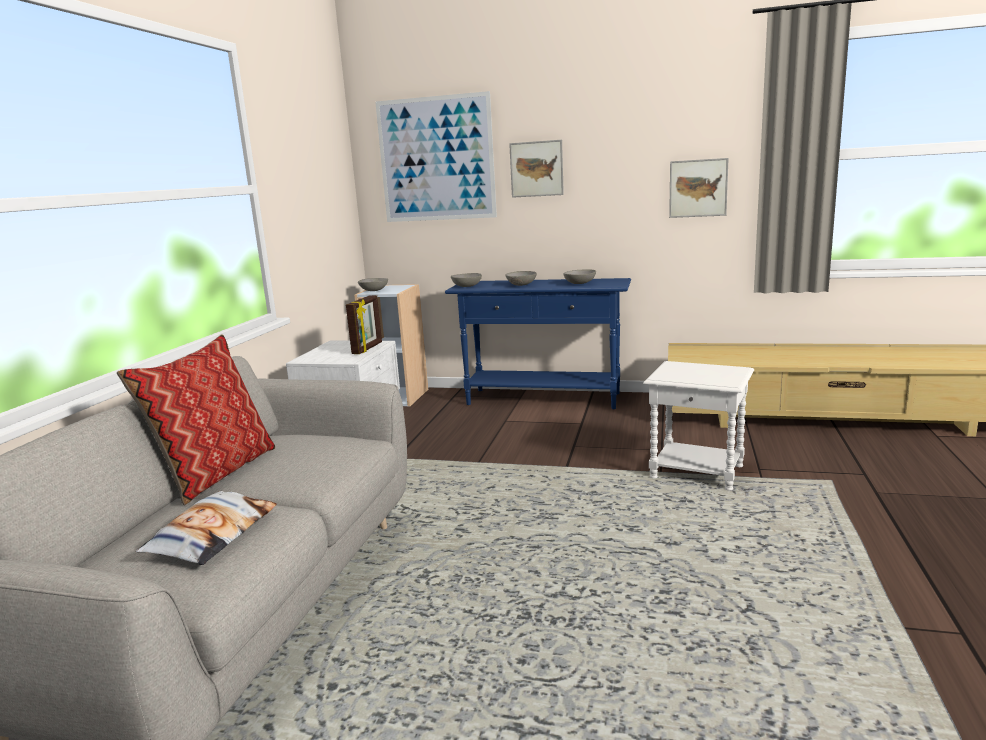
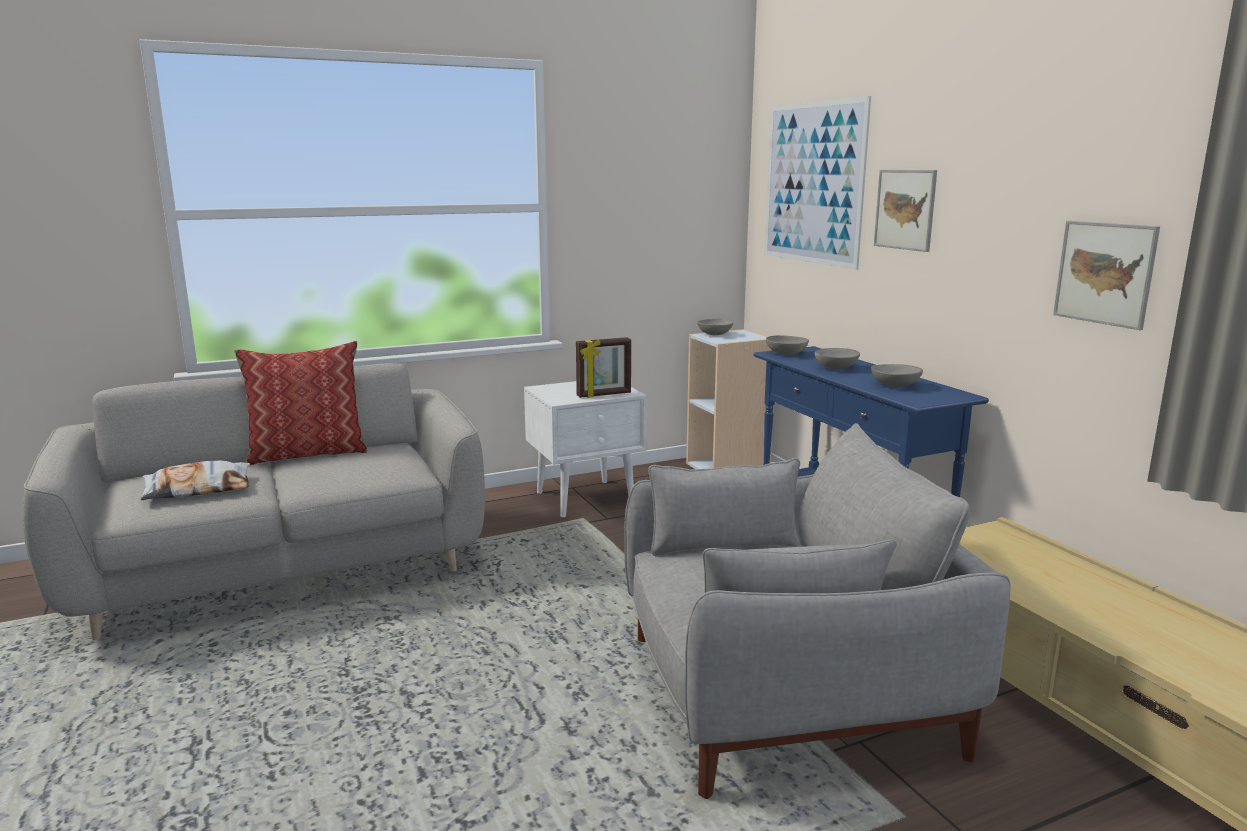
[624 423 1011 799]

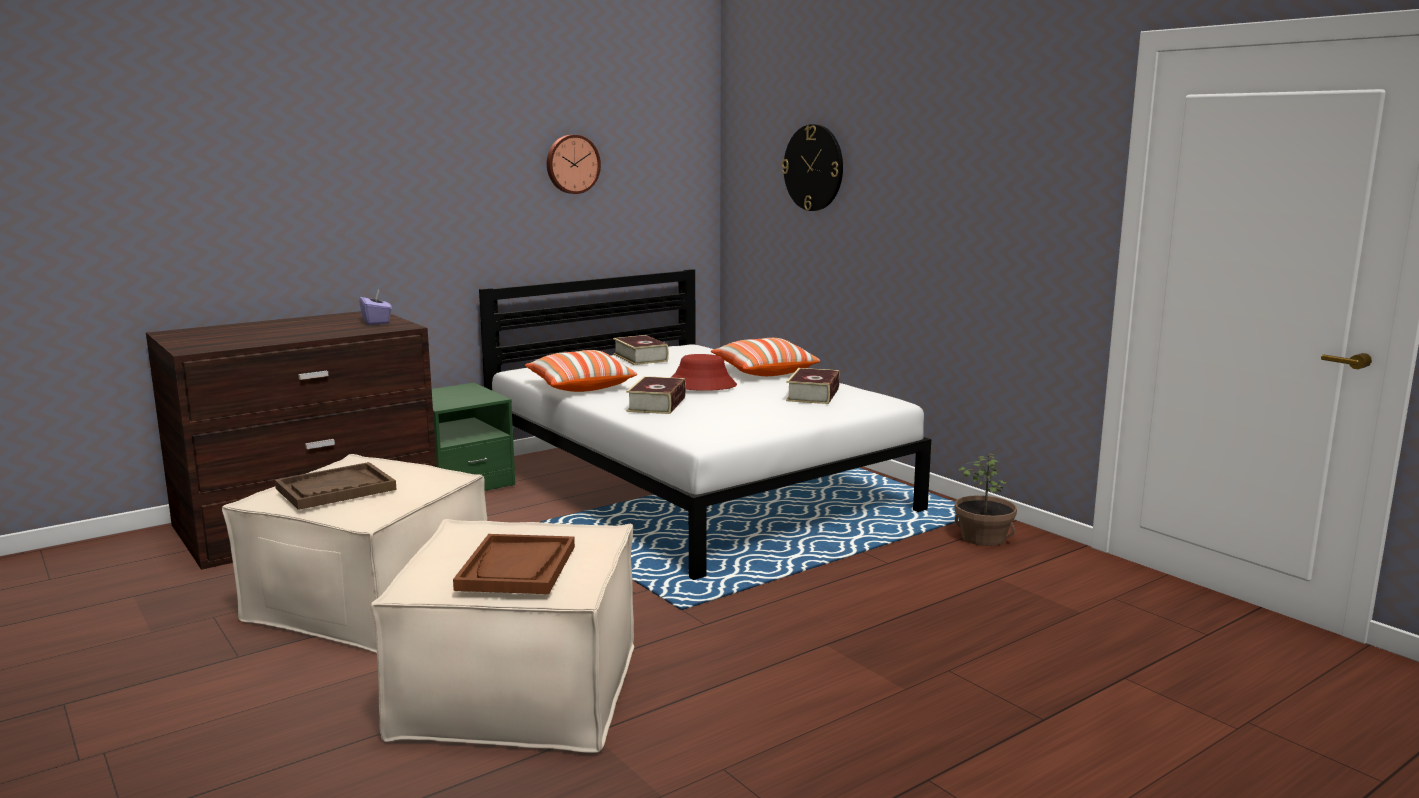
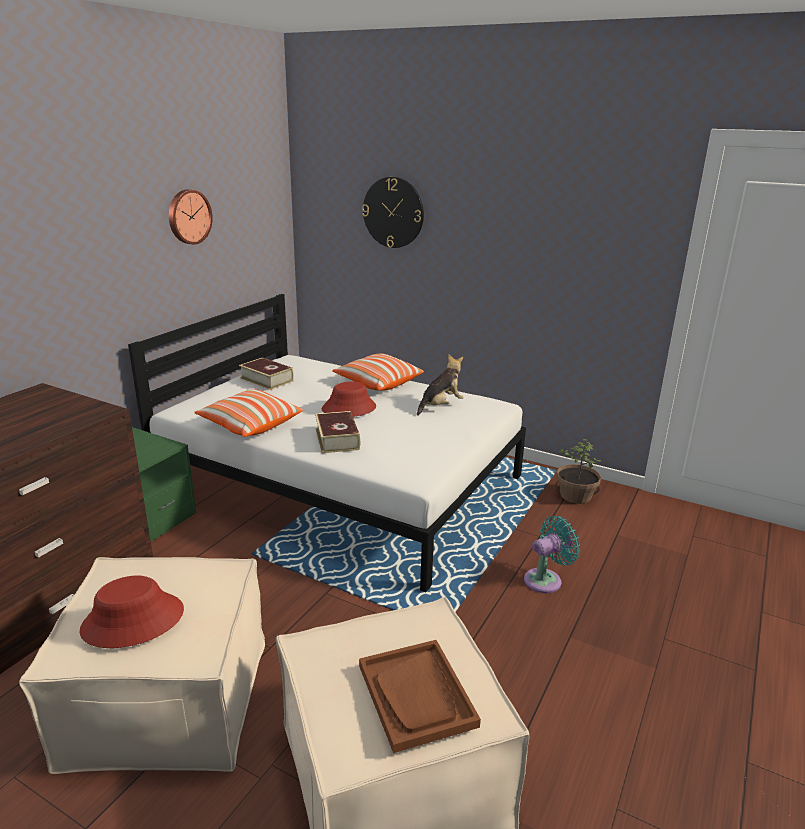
[80 575 184 648]
[417 354 464 416]
[524 516 580 593]
[359 290 392 325] (first image)

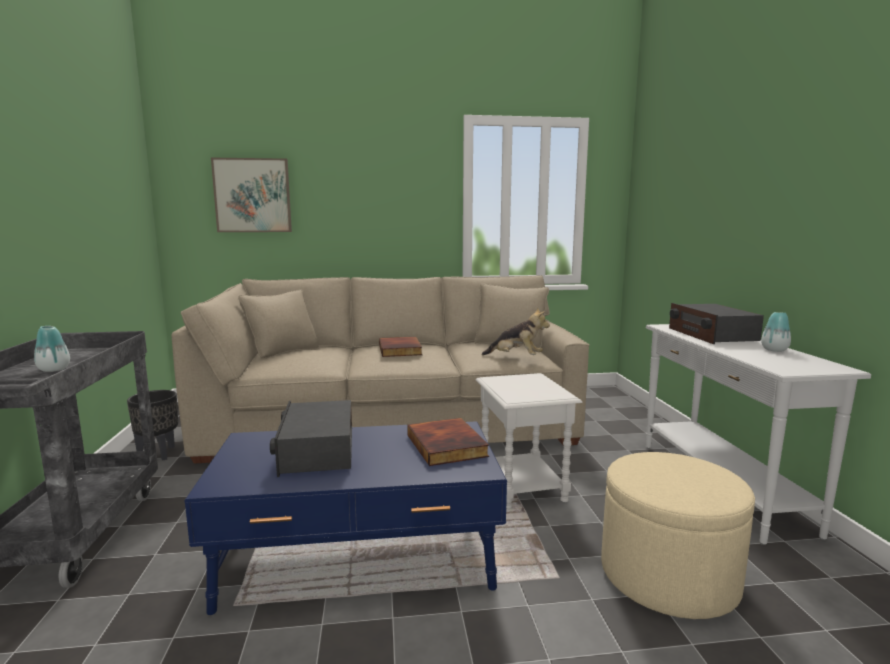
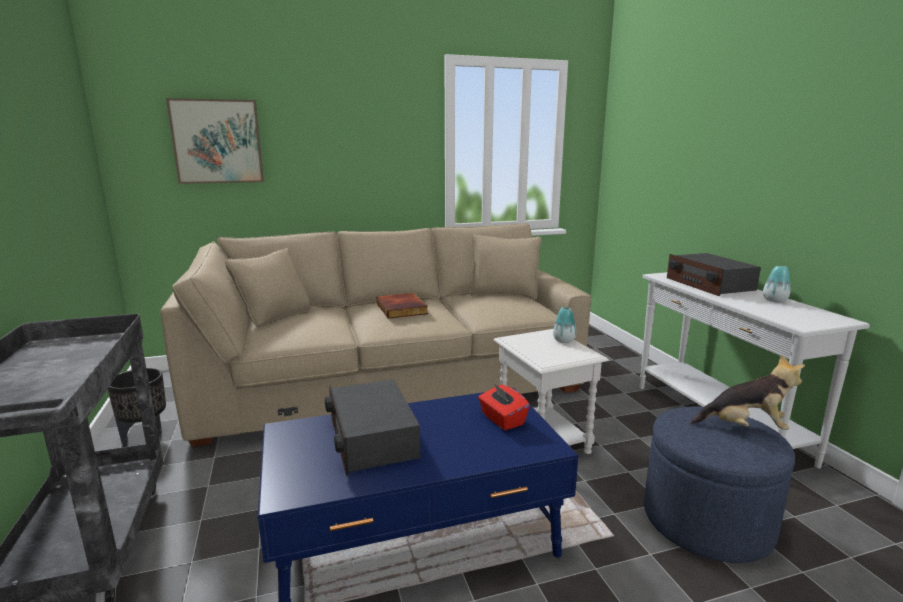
[478 383 530 430]
[553 307 576 343]
[644 407 795 563]
[690 354 805 430]

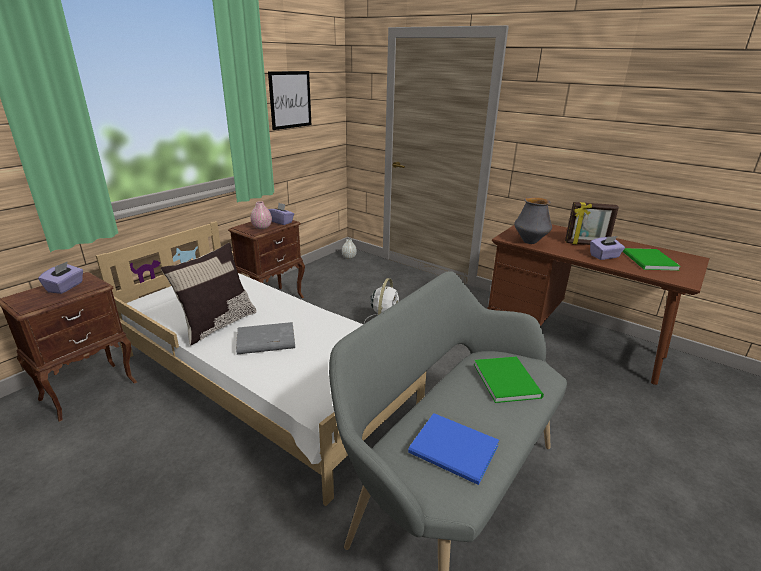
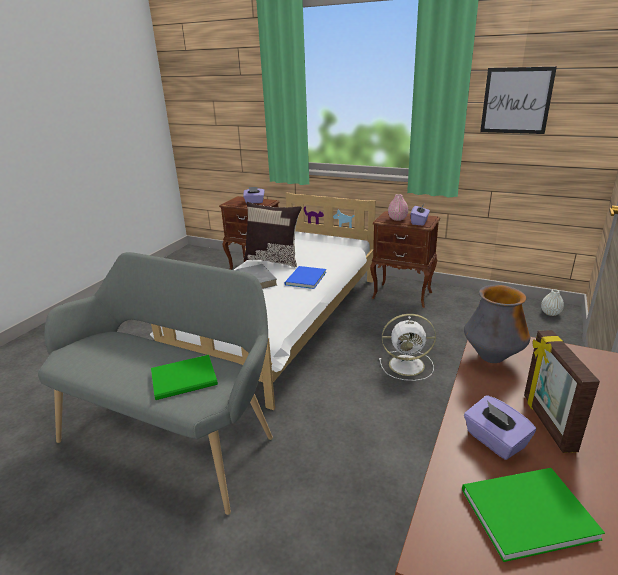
[285 266 326 289]

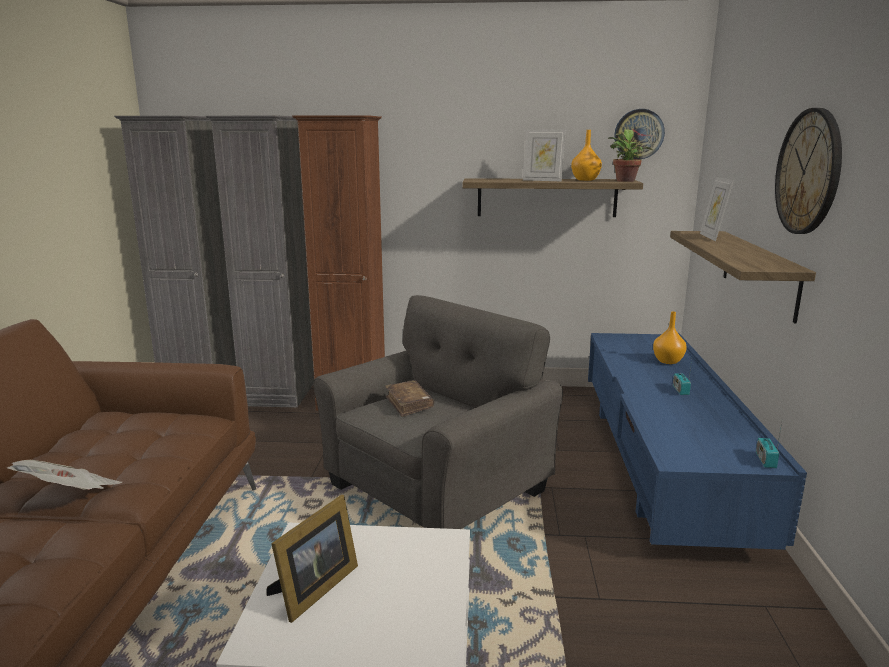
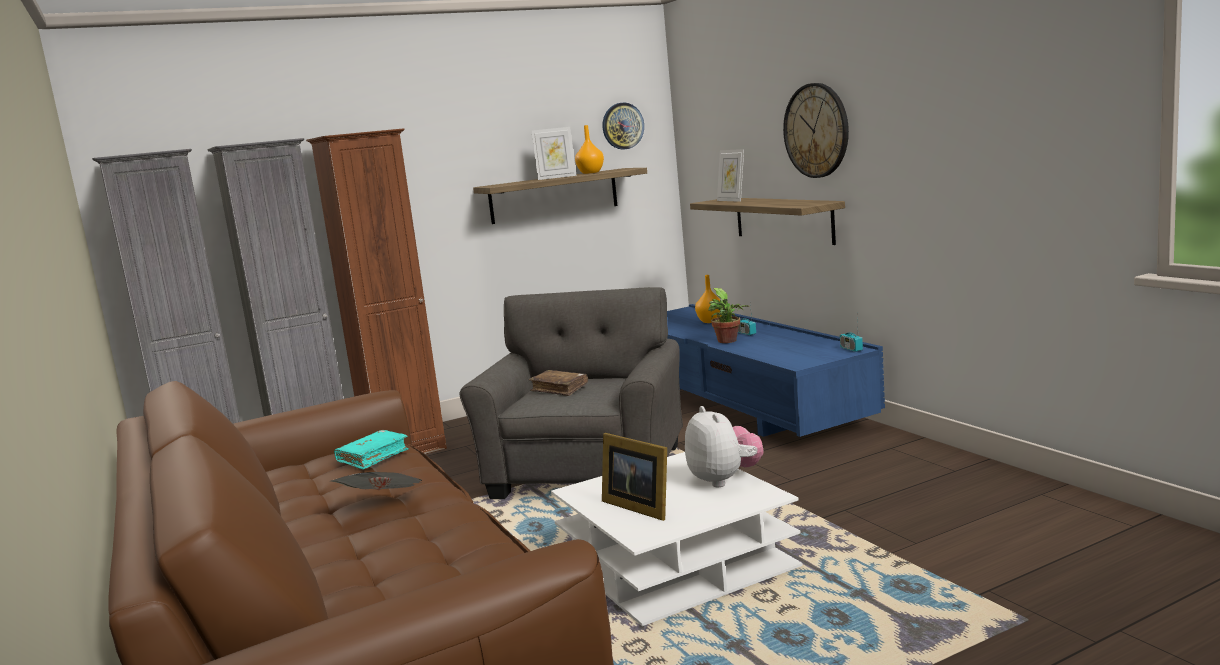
[334 430 409 470]
[602 433 667 521]
[685 406 763 487]
[708 288 750 343]

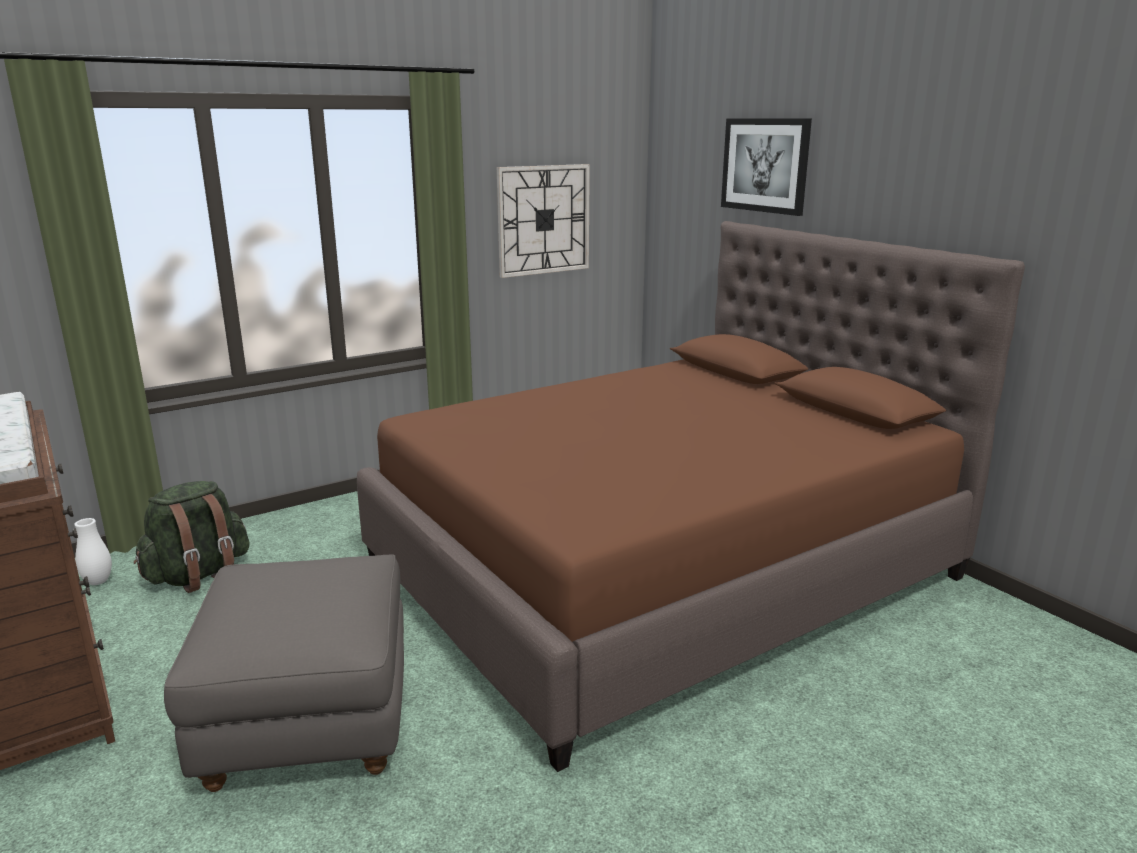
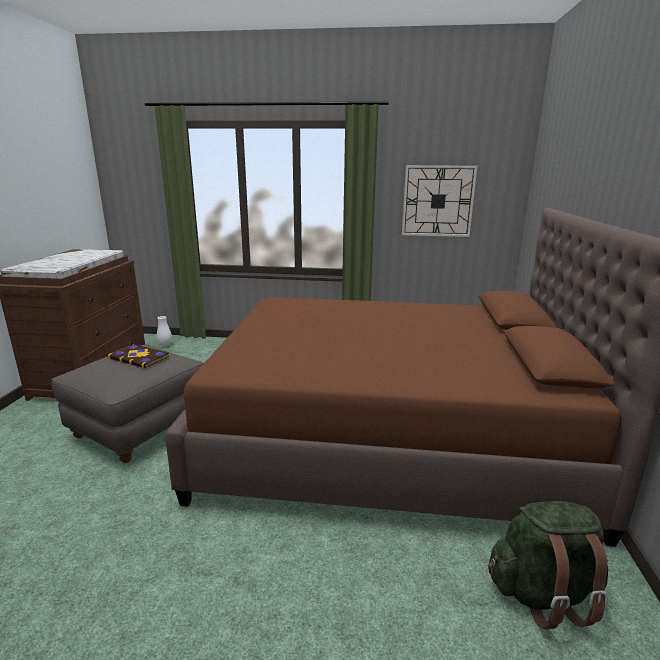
[108 344 169 368]
[488 501 608 629]
[721 118 812 216] (first image)

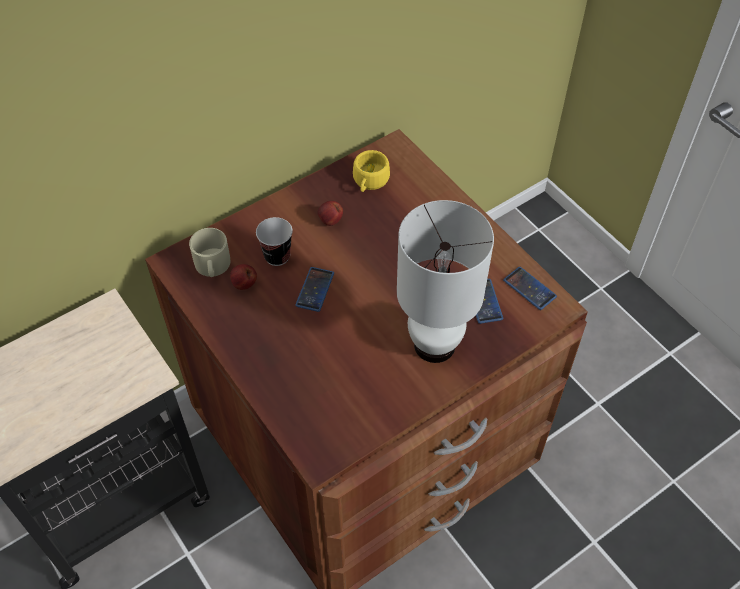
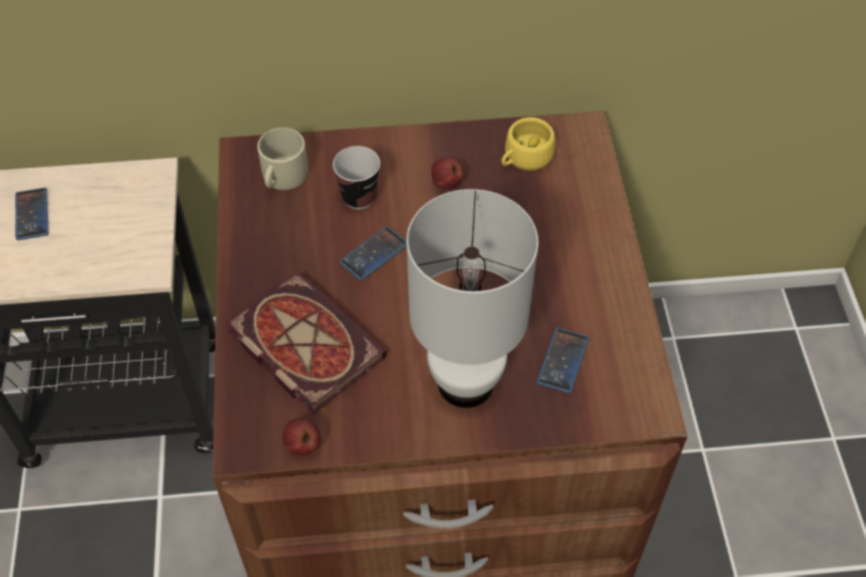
[15 188 48 240]
[227 272 387 414]
[283 418 321 456]

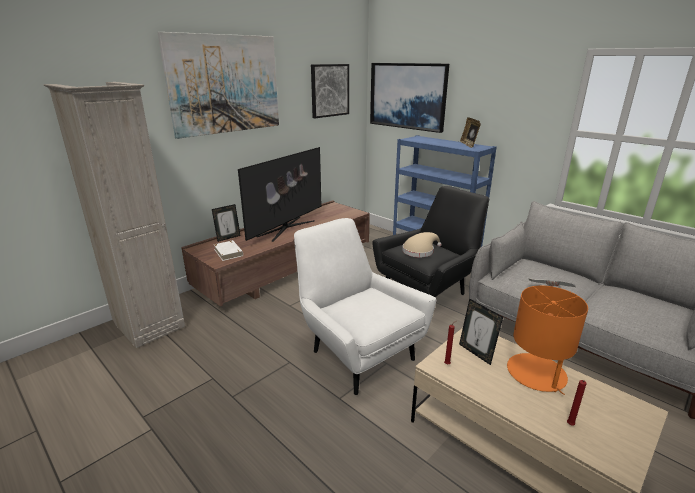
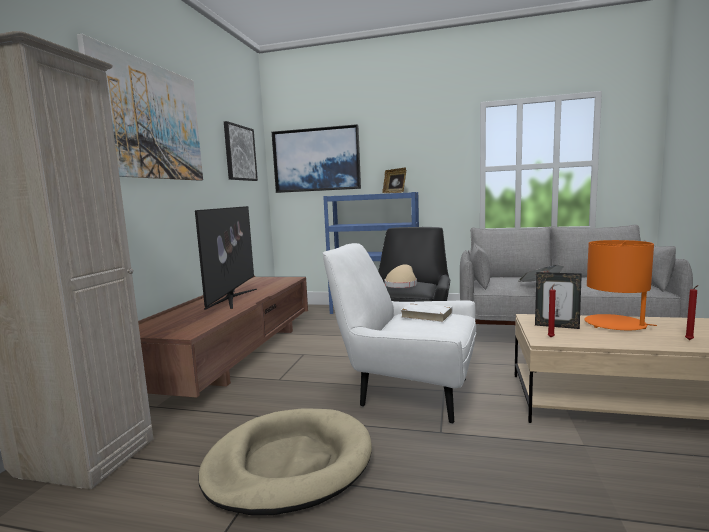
[198 408 372 516]
[400 303 453 322]
[212 204 241 242] (first image)

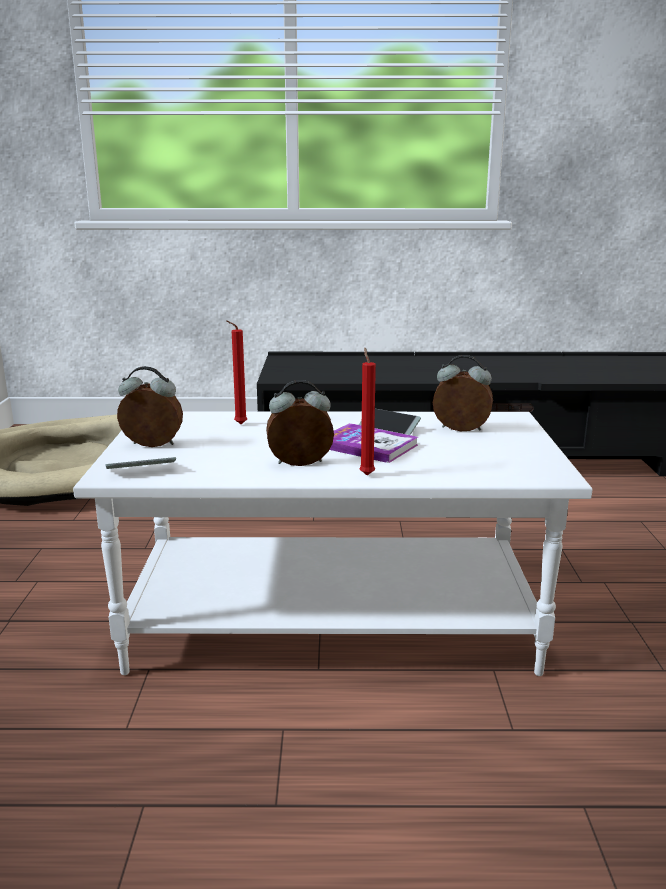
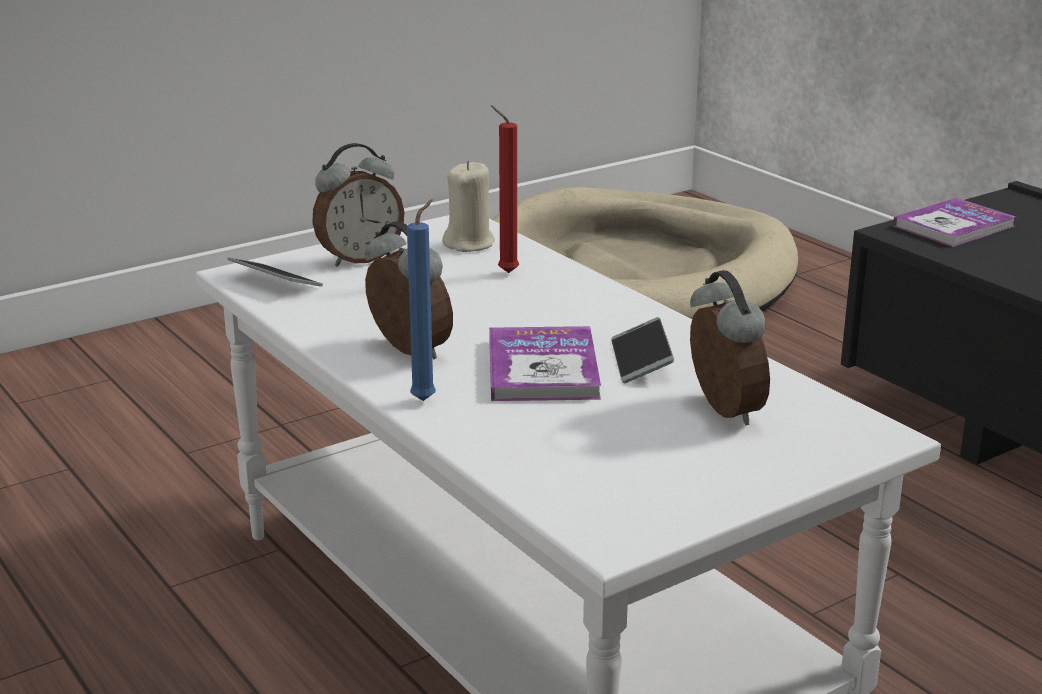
[312 143 404 267]
[407 199 436 401]
[442 161 495 252]
[893 198 1016 247]

